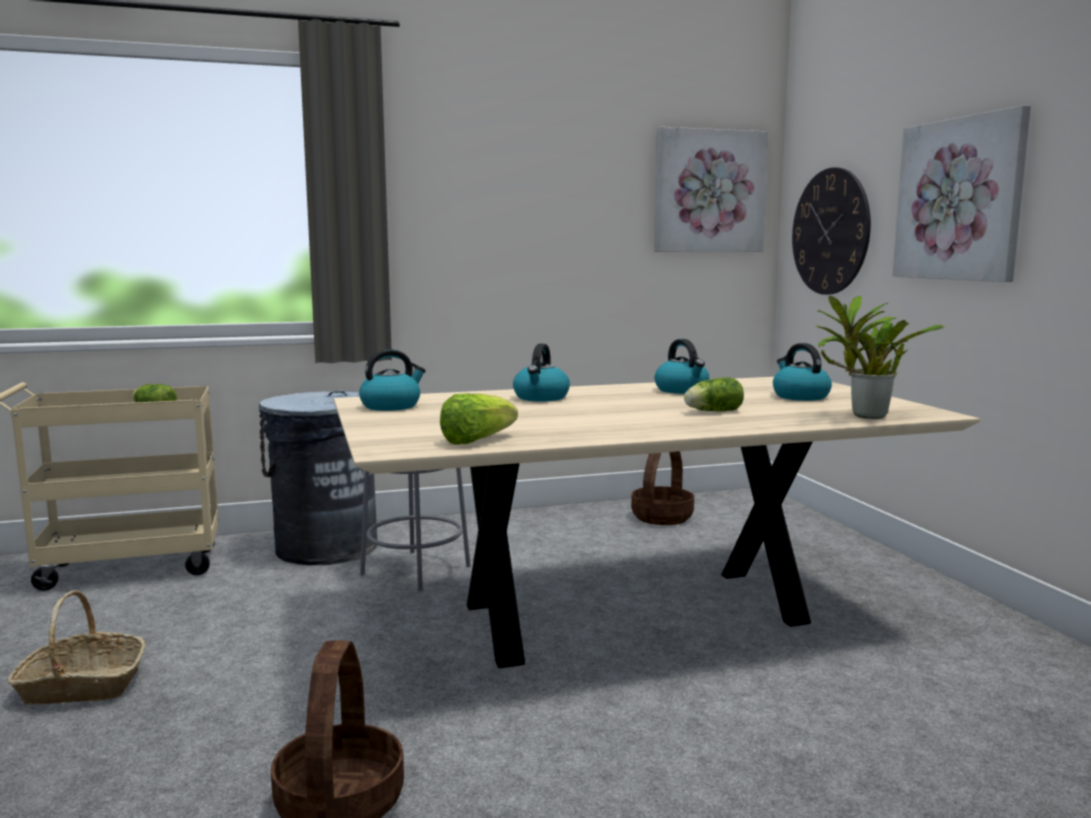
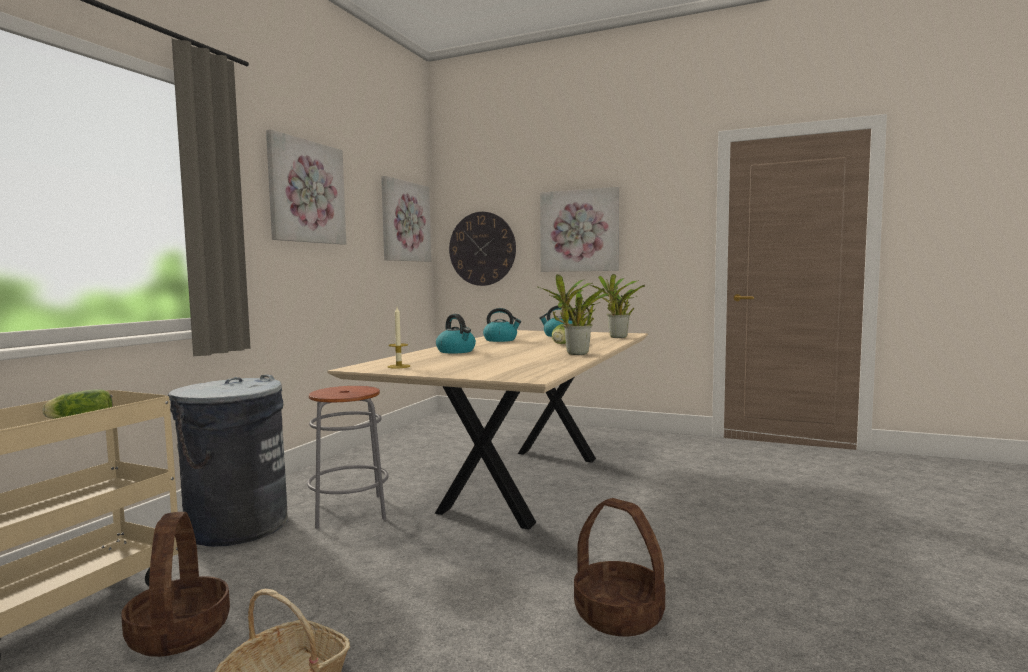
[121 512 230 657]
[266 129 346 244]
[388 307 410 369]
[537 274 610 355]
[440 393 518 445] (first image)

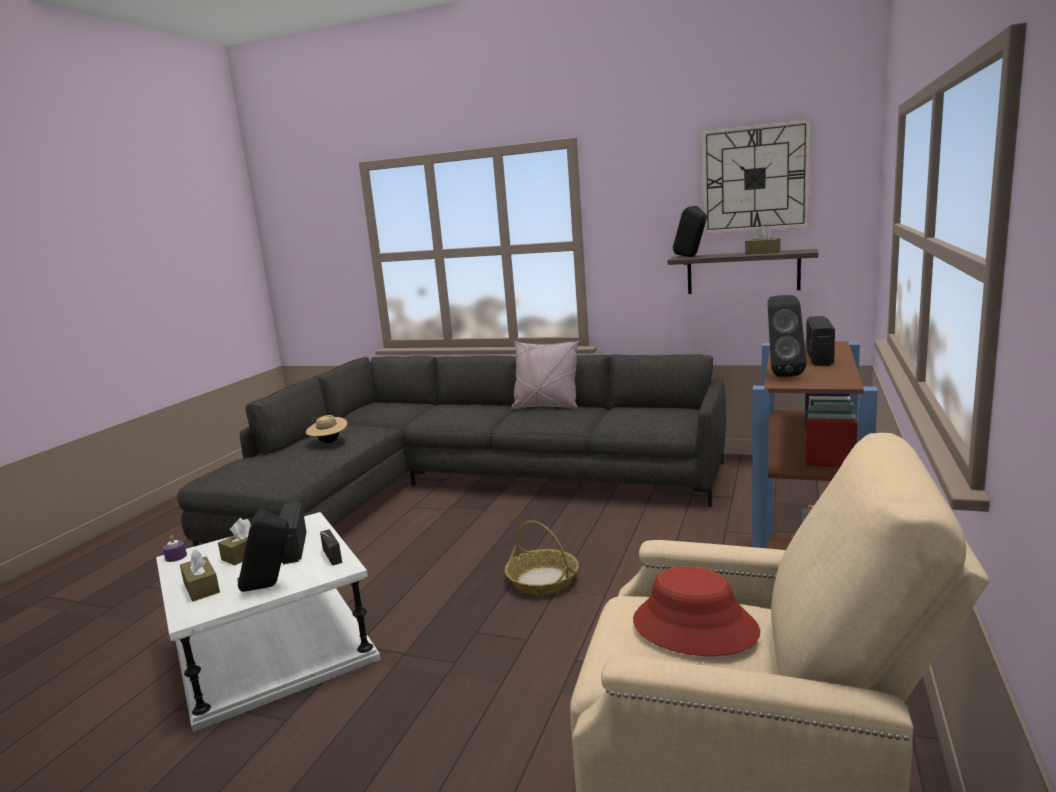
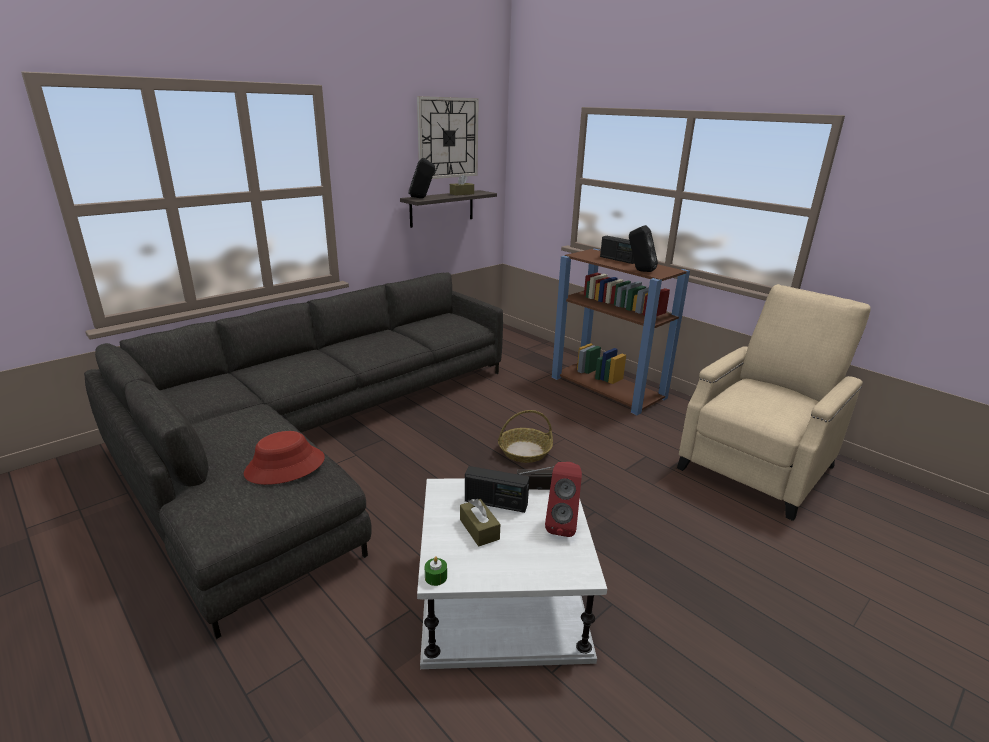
[244 431 325 485]
[425 556 447 586]
[545 462 582 537]
[180 549 220 602] (first image)
[306 415 347 443] (first image)
[511 341 579 409] (first image)

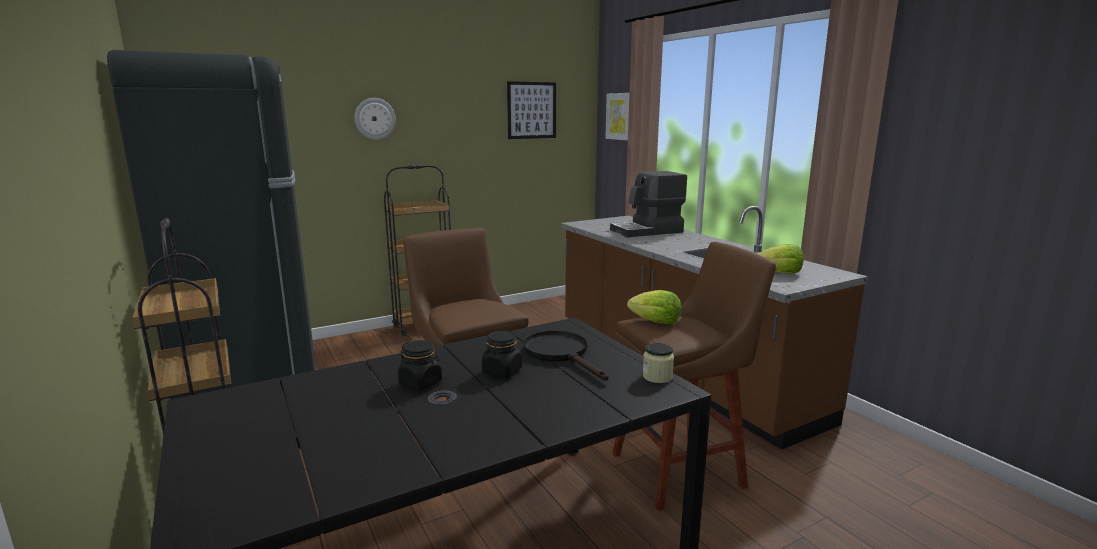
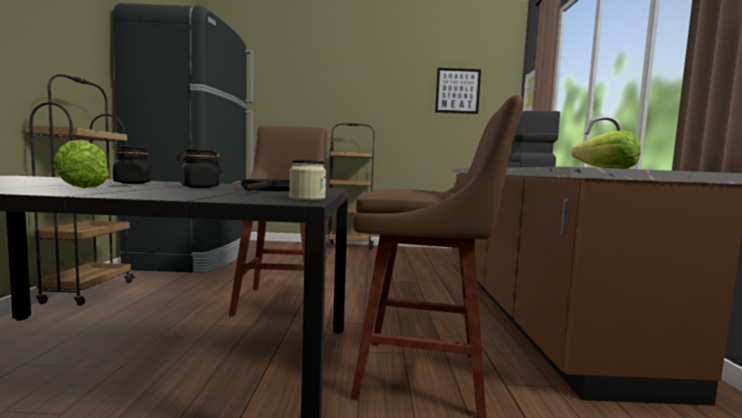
[53 140 109 188]
[355 98 396 140] (first image)

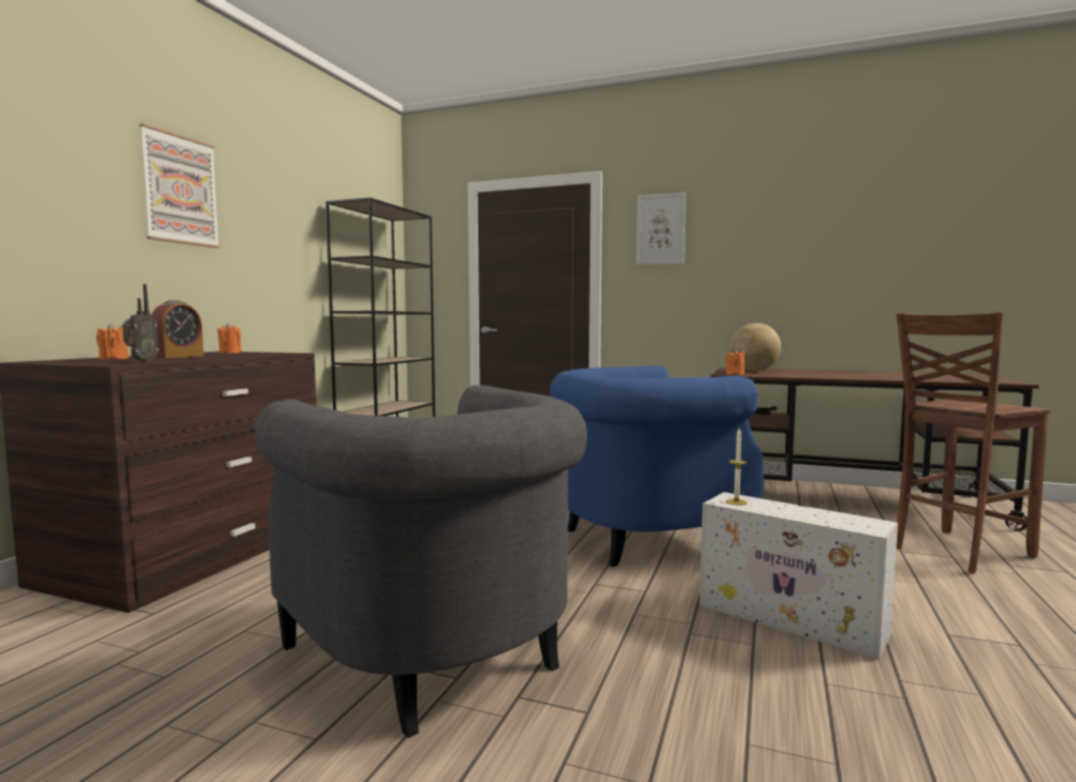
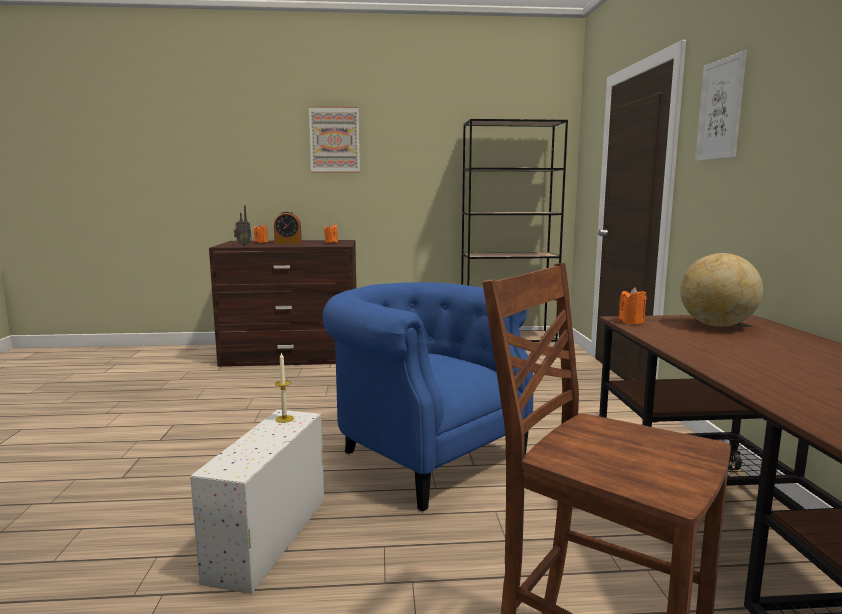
[254 385 587 738] (first image)

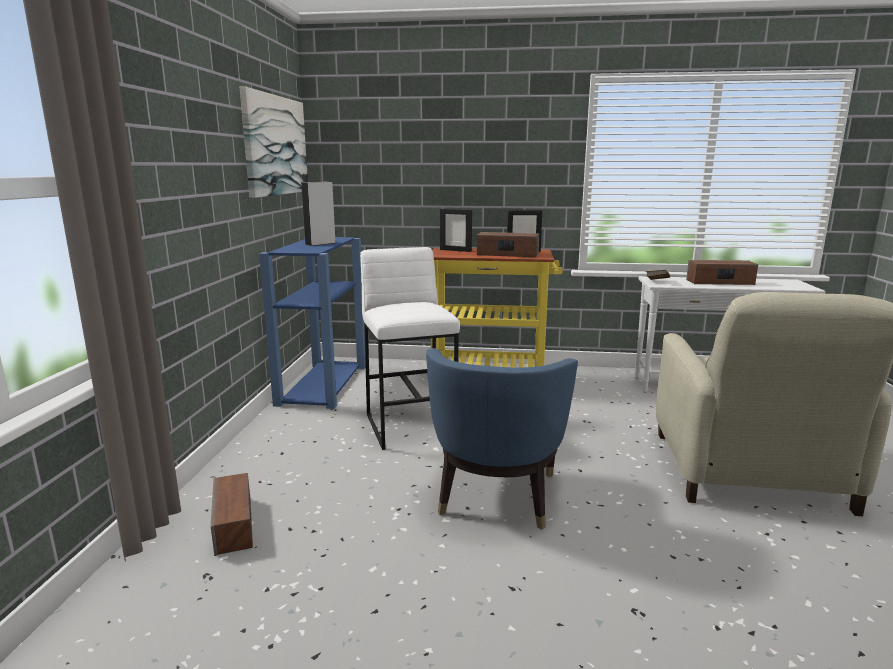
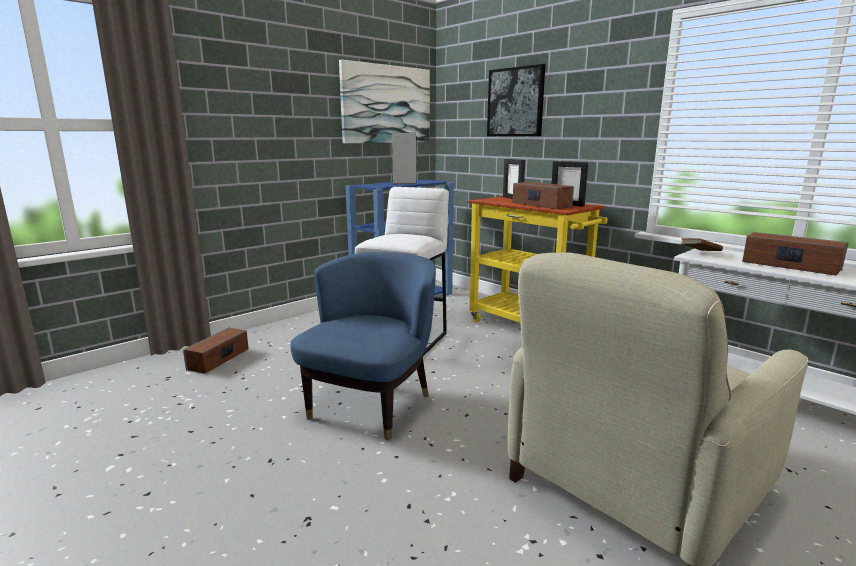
[290 252 436 440]
[487 64 545 136]

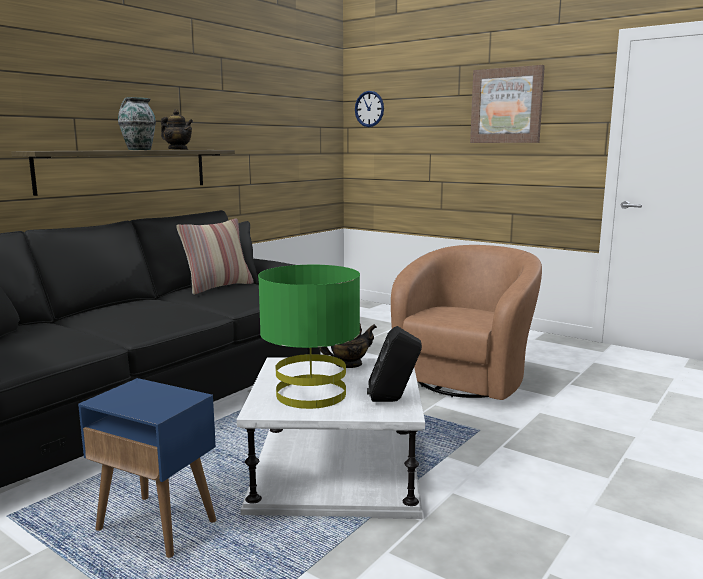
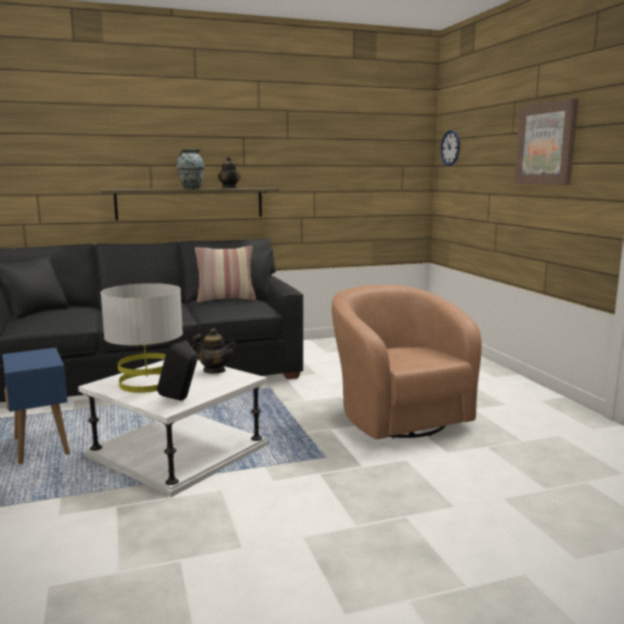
[100 283 183 393]
[332 285 482 439]

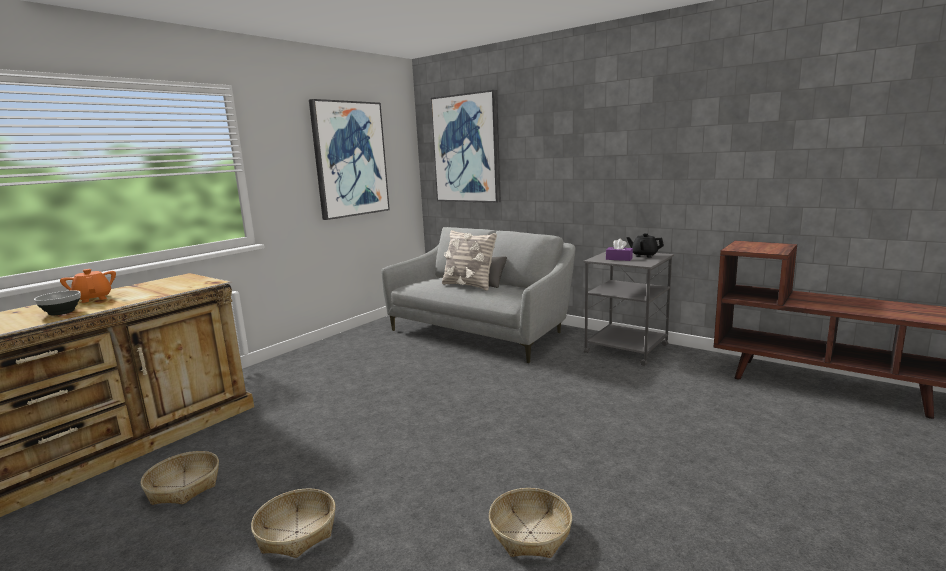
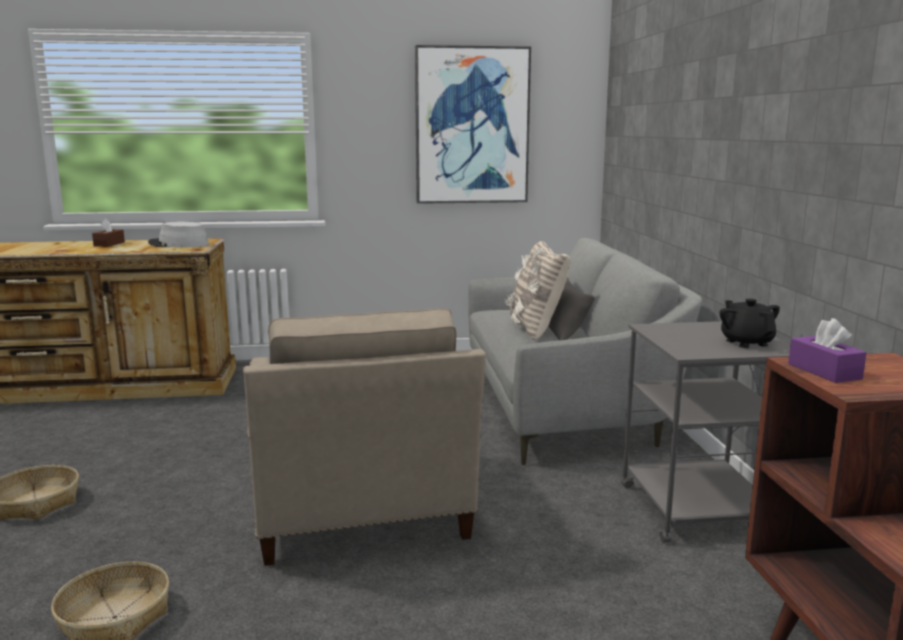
[92 219 125 247]
[148 222 209 248]
[243 308 486 566]
[788 318 867 383]
[34 290 81 315] (first image)
[141 451 219 505] (first image)
[430 90 501 203] (first image)

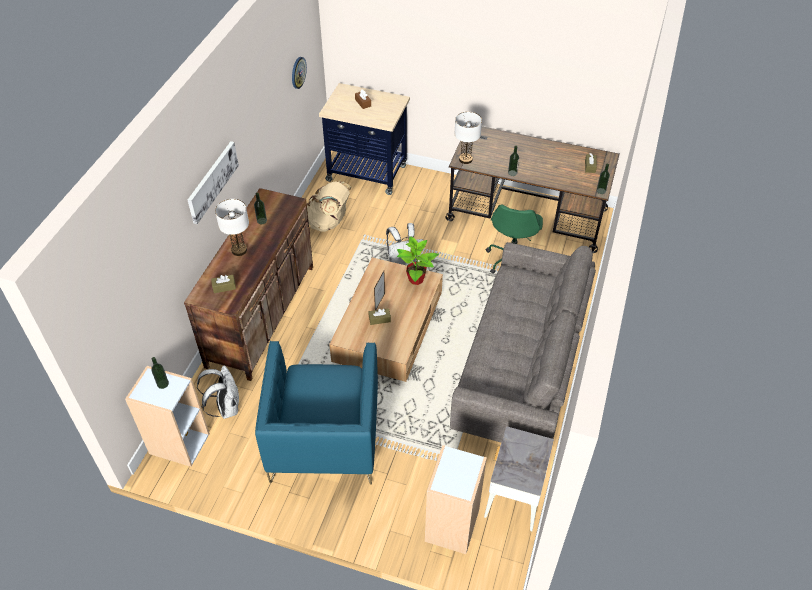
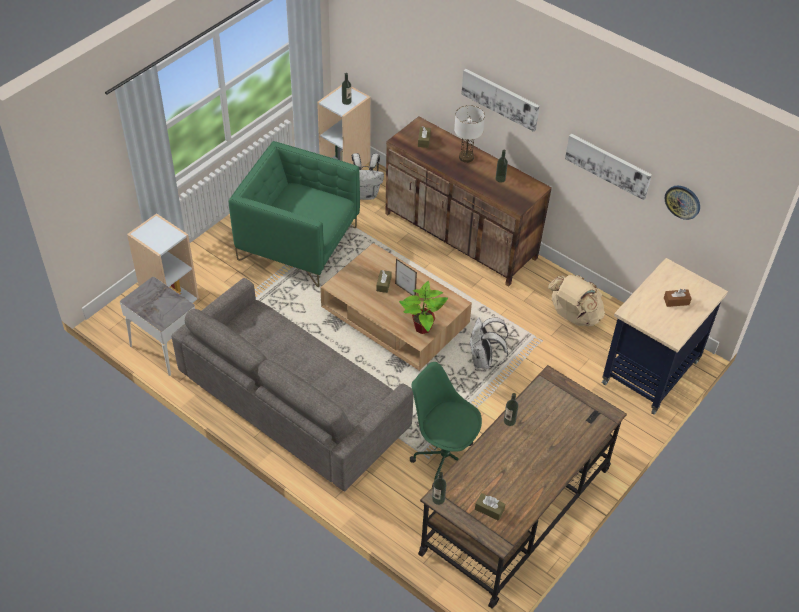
[229 141 360 287]
[565 134 652 200]
[454 112 482 164] (first image)

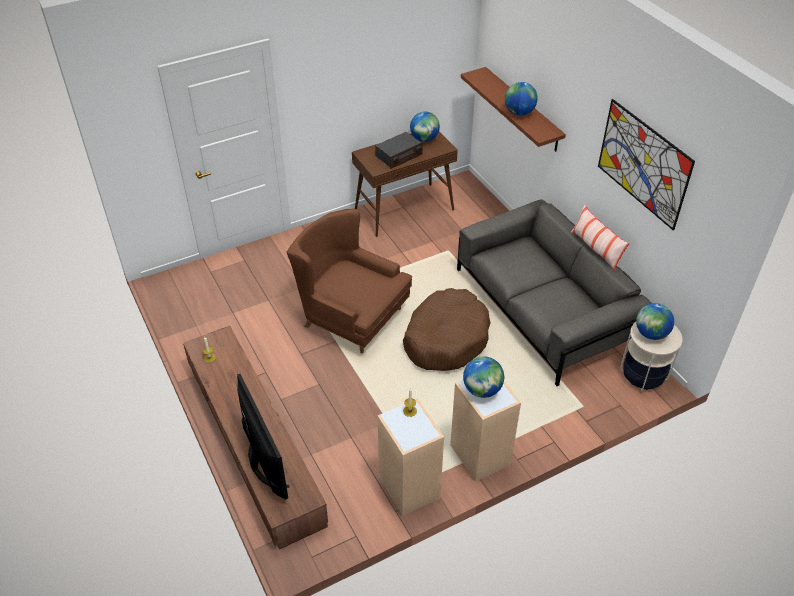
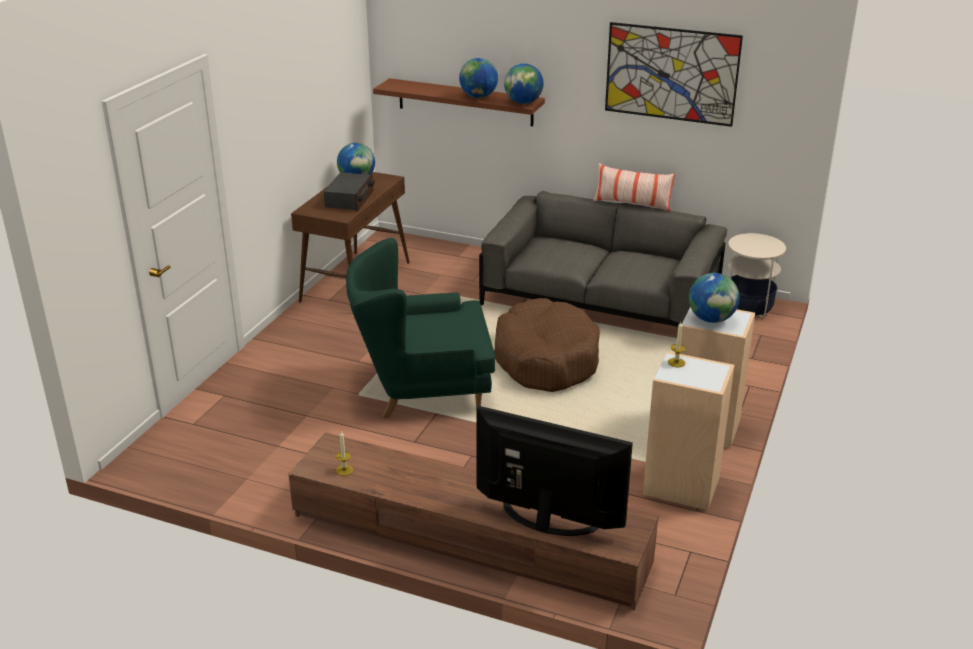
[346 238 495 418]
[504 63 544 104]

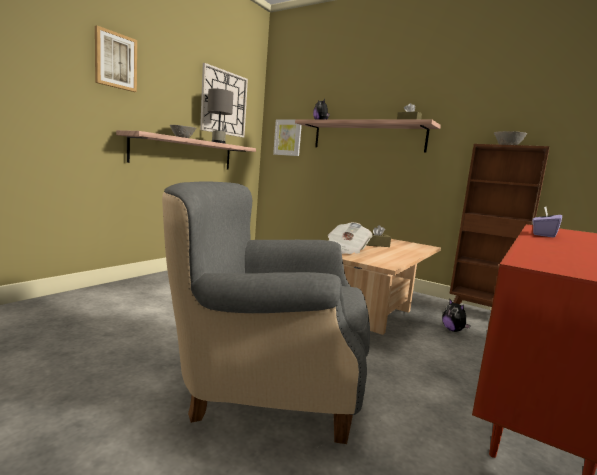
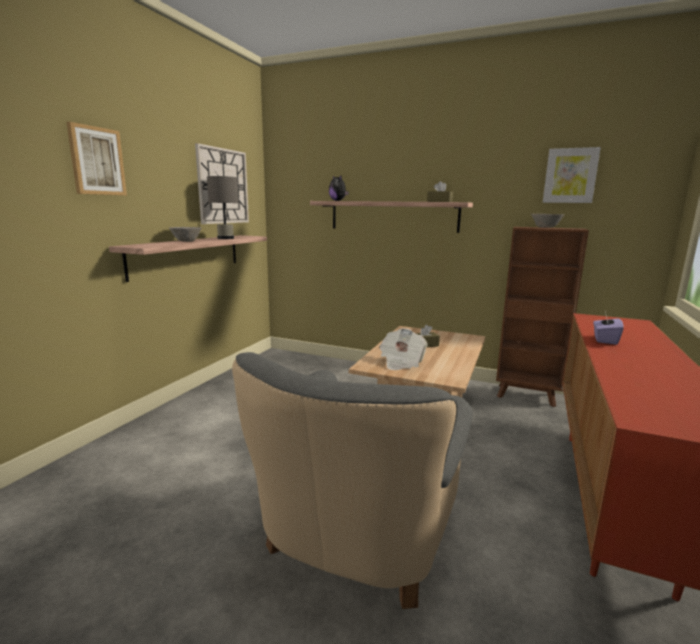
[232 352 473 609]
[543 147 601 203]
[442 299 471 332] (first image)

